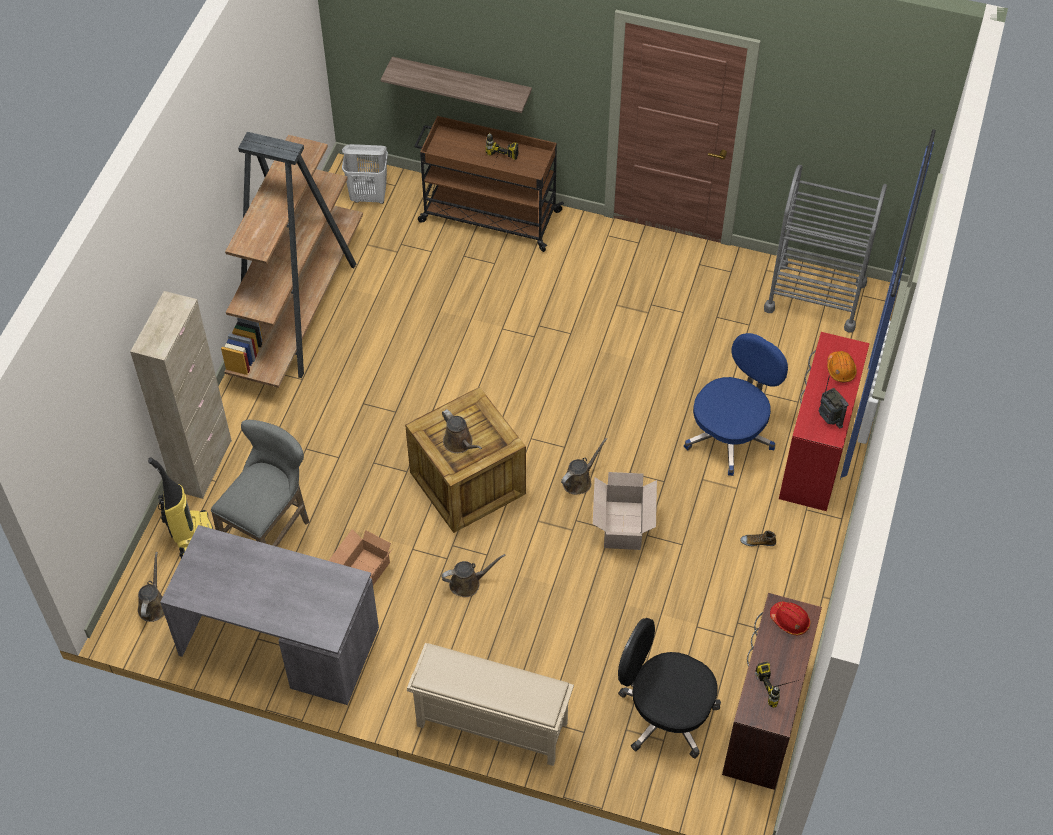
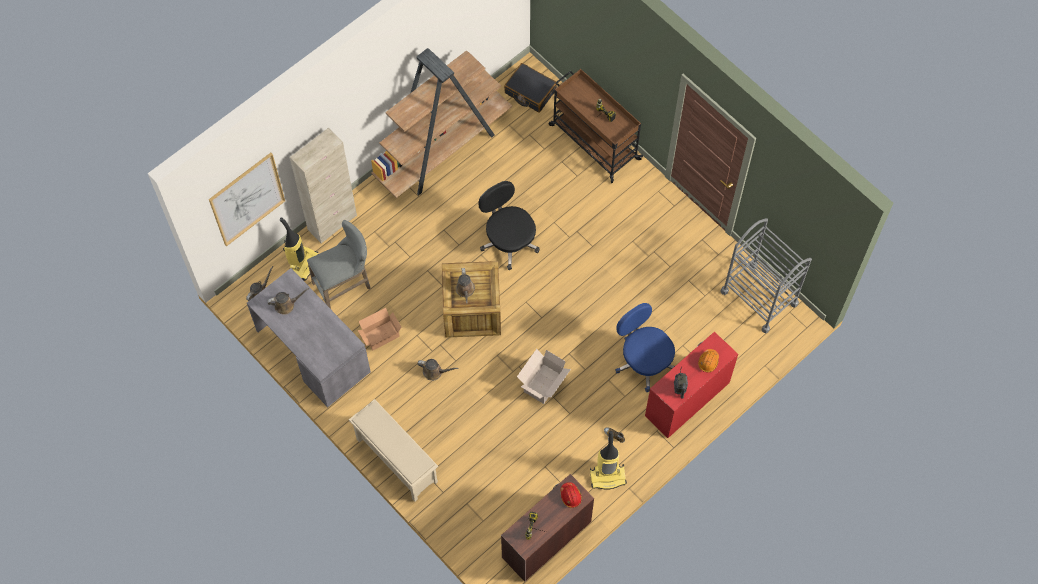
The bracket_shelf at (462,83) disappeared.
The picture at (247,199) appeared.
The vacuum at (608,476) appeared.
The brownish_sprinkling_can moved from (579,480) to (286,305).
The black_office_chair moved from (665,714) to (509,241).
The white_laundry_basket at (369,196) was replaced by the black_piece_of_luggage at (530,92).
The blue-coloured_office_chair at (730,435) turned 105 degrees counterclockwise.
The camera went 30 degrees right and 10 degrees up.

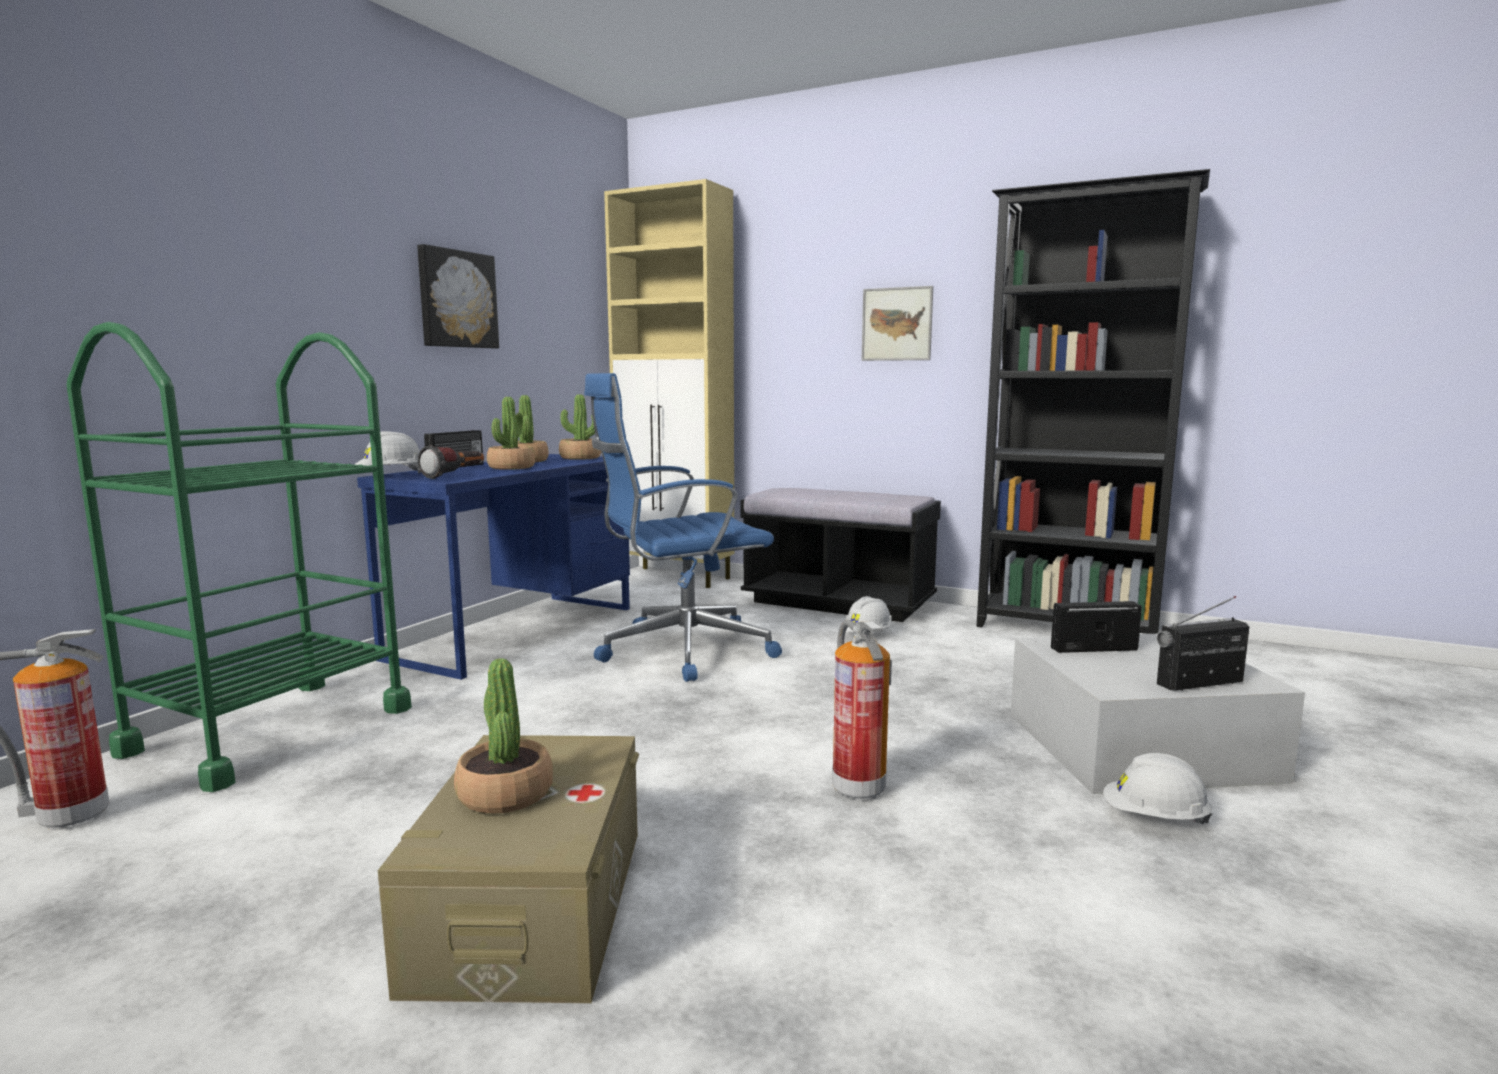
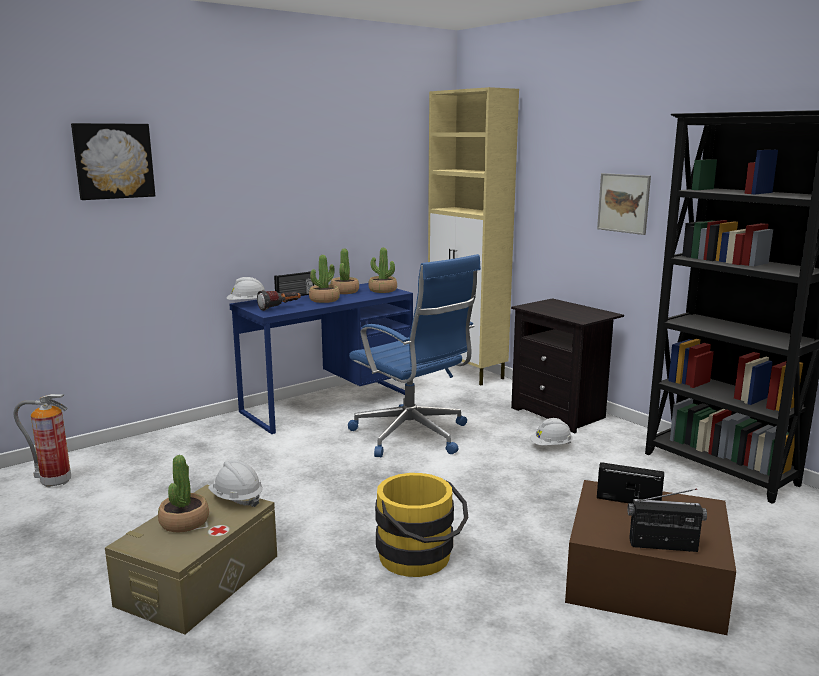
The green_trolley at (270,730) disappeared.
The picture moved from (456,299) to (113,161).
The white_safety_helmet moved from (1154,819) to (236,499).
The black_bench at (838,603) was replaced by the black_night_table at (561,413).
The fire-fighting_cylinder at (857,788) was replaced by the yellow-coloured_water_bucket at (420,559).
The white_storage_container at (1138,746) became the brownish_storage_container at (645,578).
The blue-coloured_office_chair at (681,650) turned 135 degrees counterclockwise.
The camera went 25 degrees right and 5 degrees up.

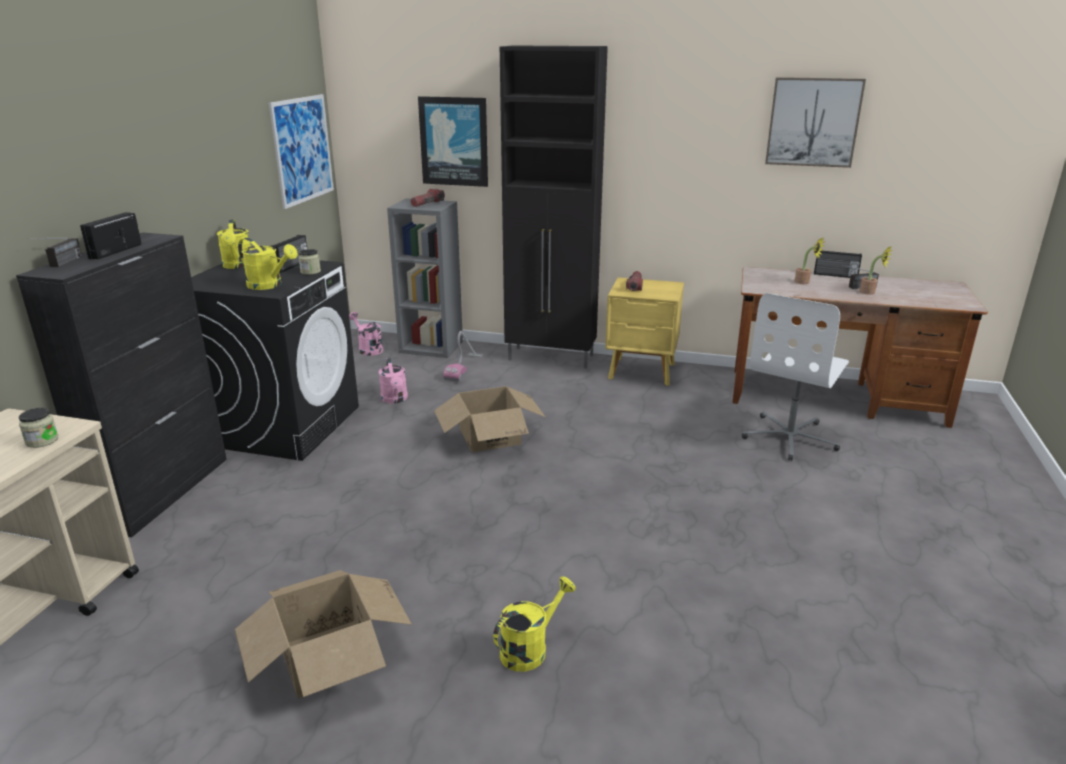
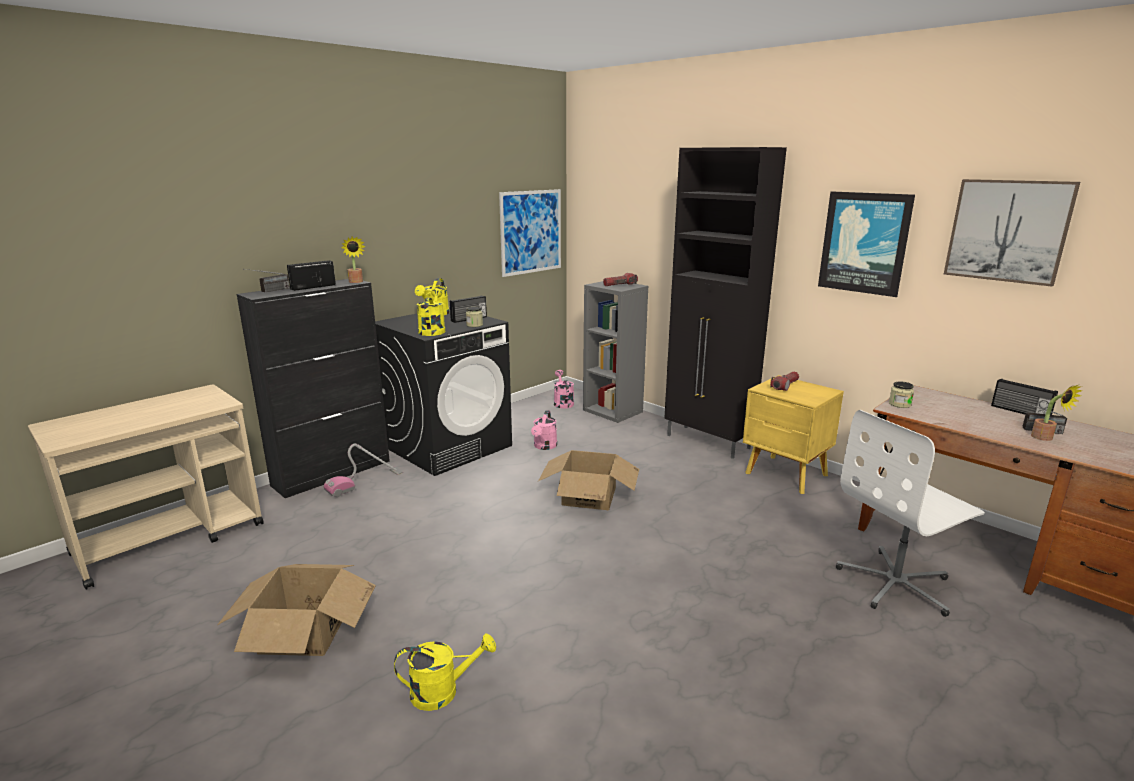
The jar moved from (42,441) to (899,404).
The picture moved from (454,141) to (864,243).
The vacuum moved from (464,368) to (365,482).
The houseplant moved from (804,282) to (356,282).
The yellow-coloured_sprinkling_can at (269,285) turned 150 degrees counterclockwise.
The camera went 30 degrees right and 5 degrees down.

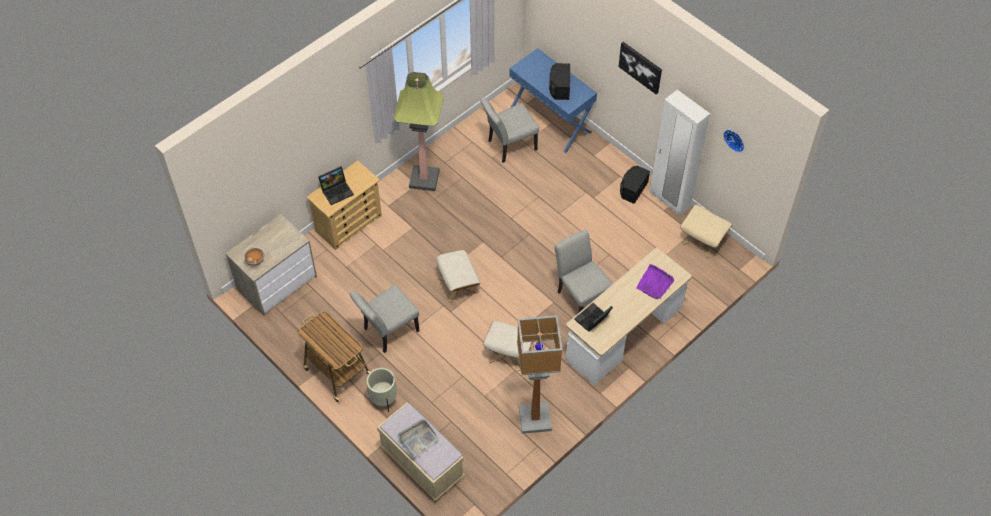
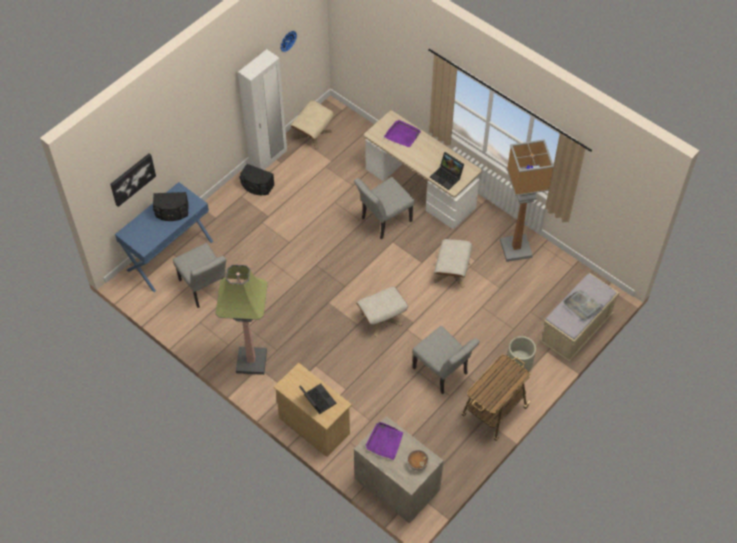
The purple_tray at (384,442) appeared.
The picture moved from (640,67) to (132,179).
The camera went 95 degrees left and 0 degrees up.

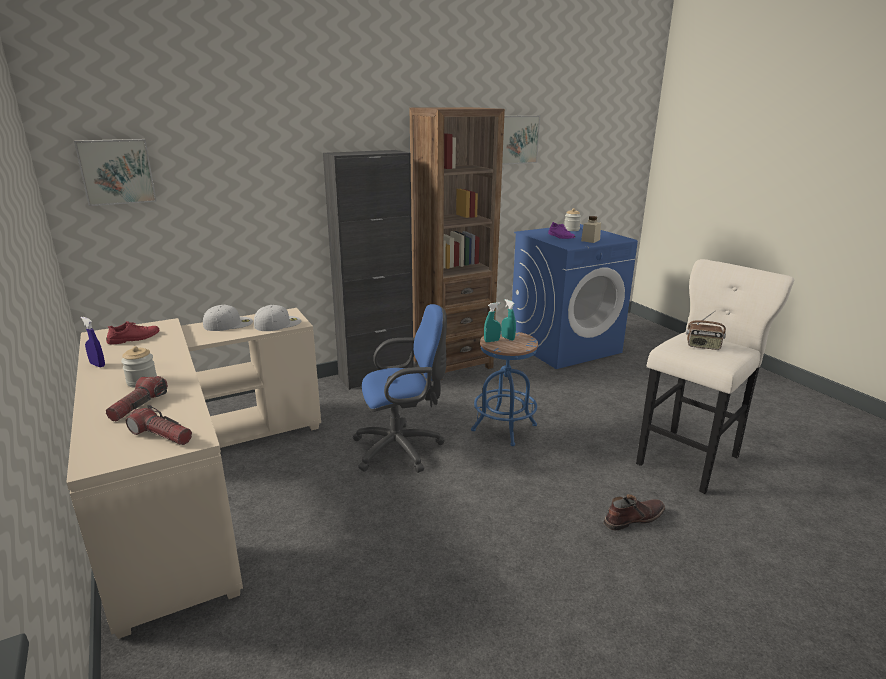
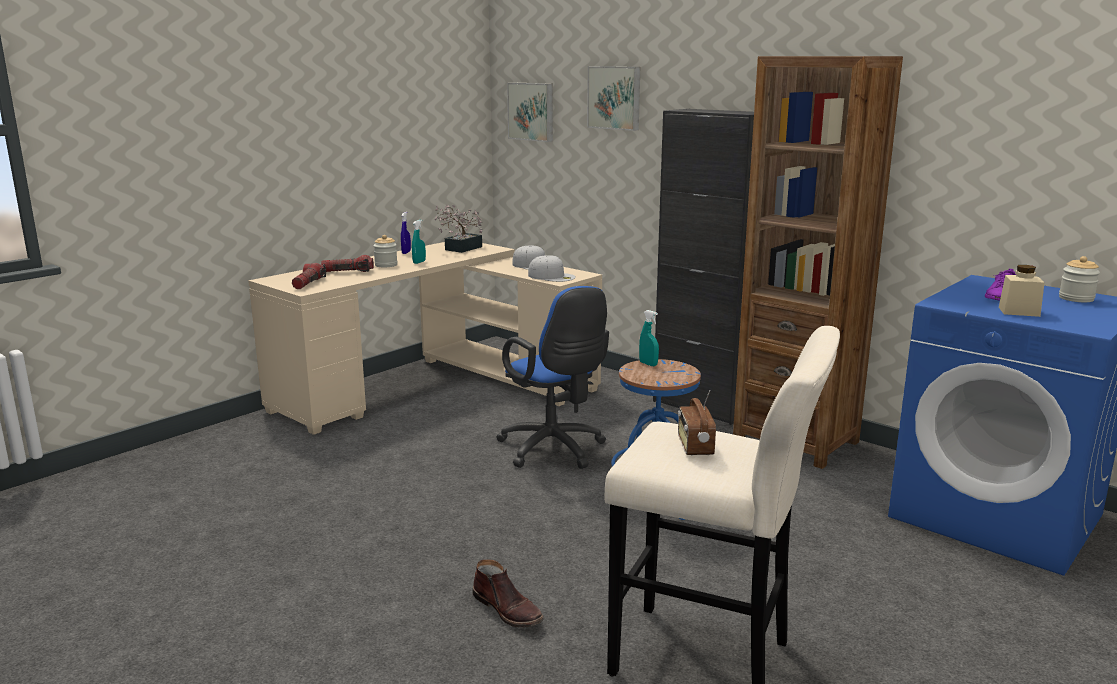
The blue-green_hand_sprayer moved from (507,338) to (419,262).
The picture moved from (516,139) to (615,97).
The red_shoe at (134,338) was replaced by the houseplant at (460,249).
The camera went 70 degrees right and 5 degrees down.

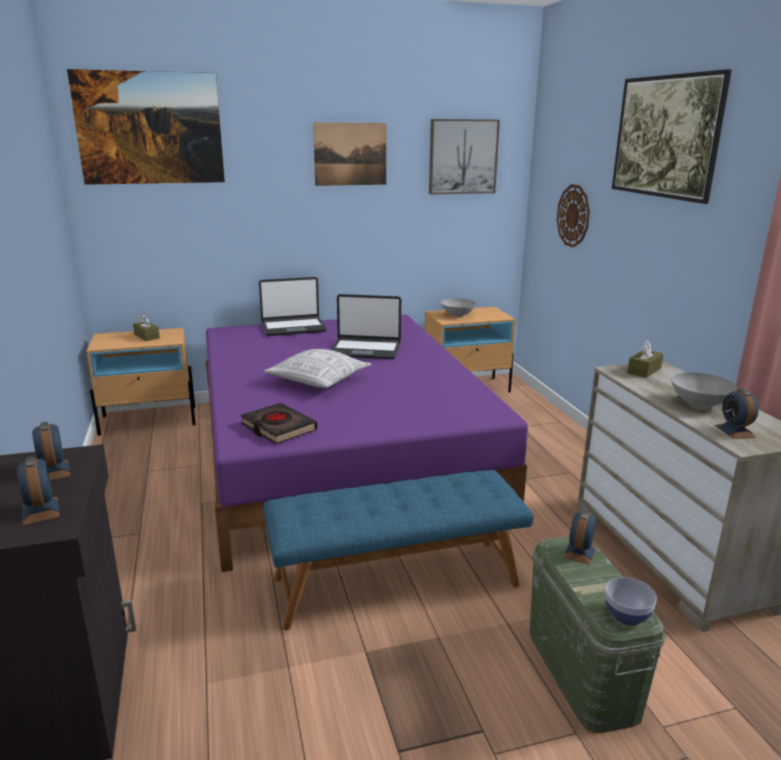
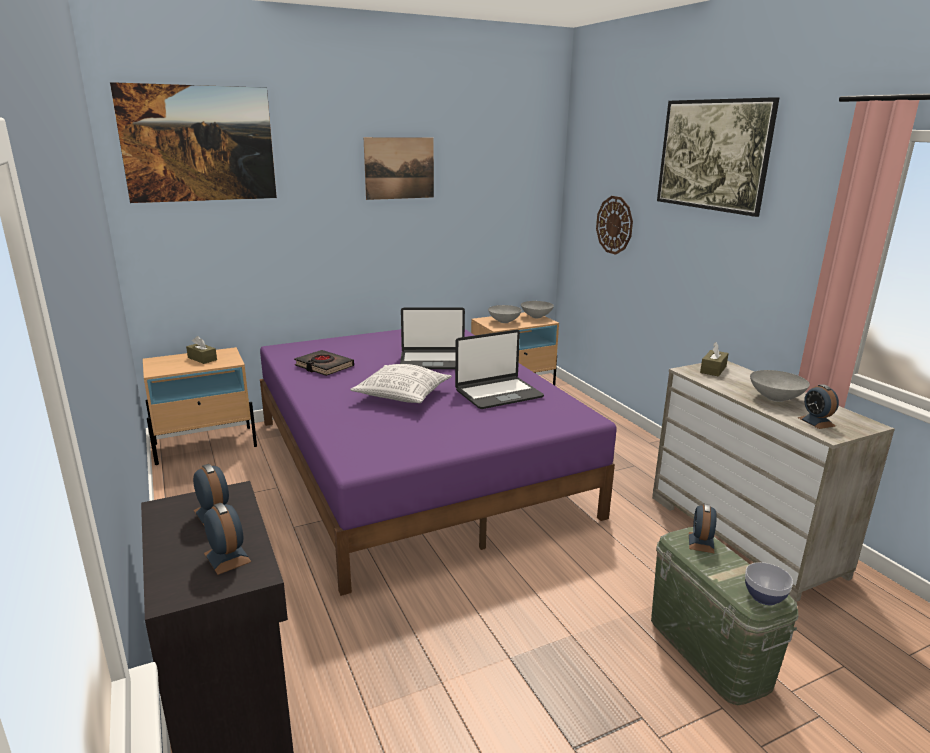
The blue-coloured_bench at (395,580) disappeared.
The picture at (463,157) disappeared.
The greyish_deep_dish at (536,316) appeared.
The black_bound_book moved from (278,428) to (324,366).
The portable_computer moved from (293,327) to (498,393).
The camera went 10 degrees left and 0 degrees up.

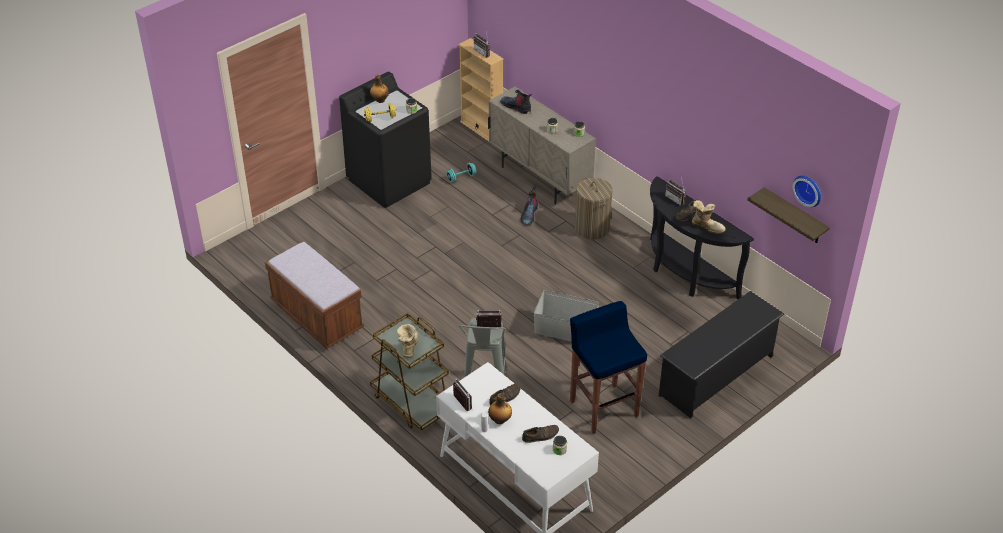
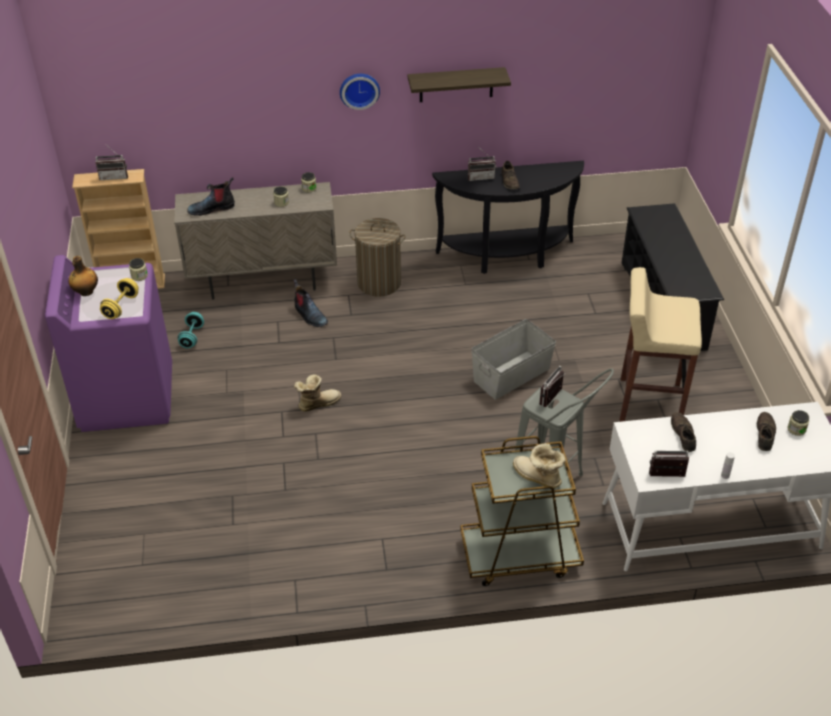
The brownish_bench at (317,317) disappeared.
The beverage_bottle at (500,420) disappeared.
The tall_boot moved from (707,226) to (317,403).
The bracket_shelf moved from (794,217) to (456,84).
The hanging_clock moved from (809,189) to (359,89).
The black_laundry_appliance at (389,181) became the purple_laundry_appliance at (126,397).
The blue-coloured_stool_seat at (603,407) became the beige_stool_seat at (648,402).
The camera went 55 degrees left and 0 degrees up.

